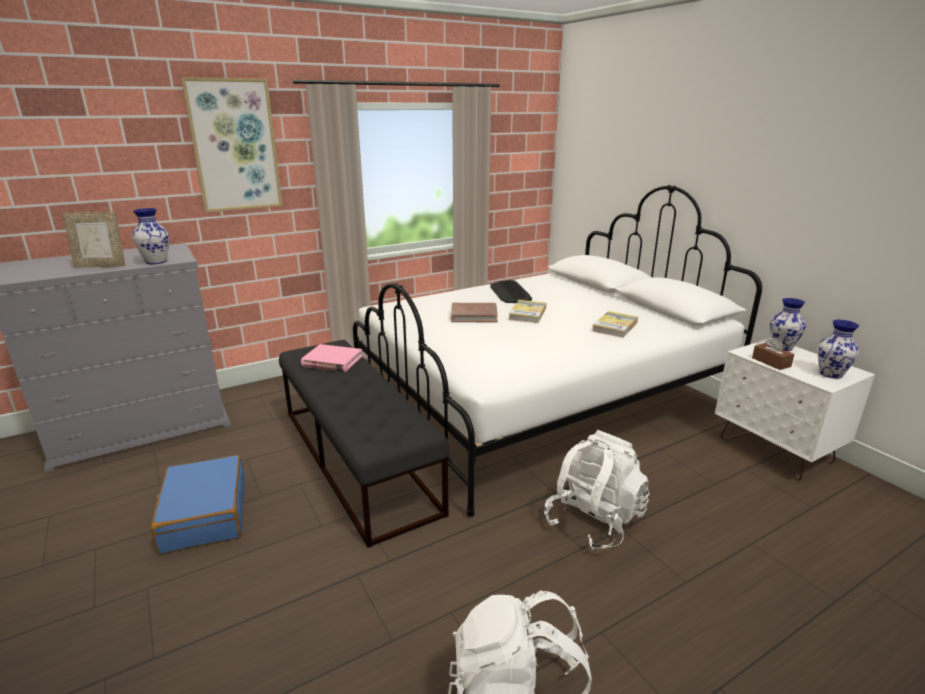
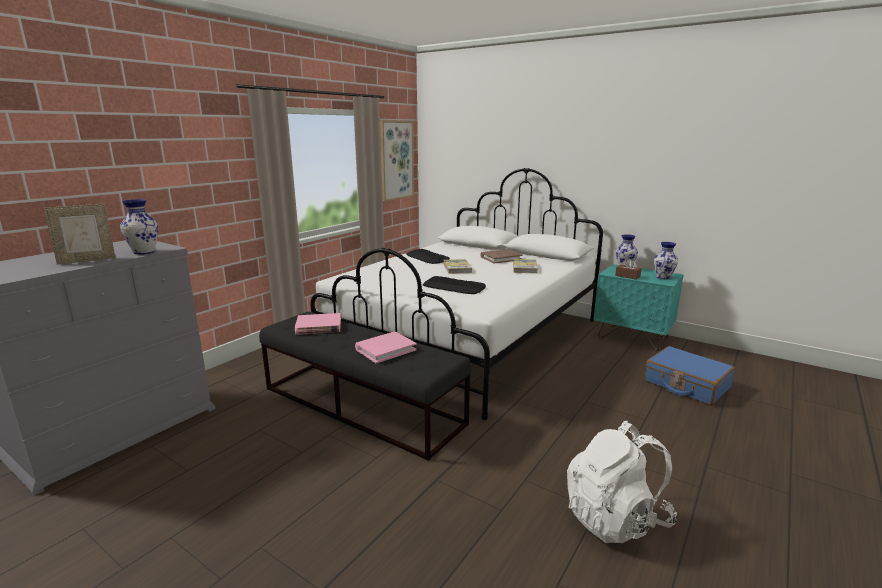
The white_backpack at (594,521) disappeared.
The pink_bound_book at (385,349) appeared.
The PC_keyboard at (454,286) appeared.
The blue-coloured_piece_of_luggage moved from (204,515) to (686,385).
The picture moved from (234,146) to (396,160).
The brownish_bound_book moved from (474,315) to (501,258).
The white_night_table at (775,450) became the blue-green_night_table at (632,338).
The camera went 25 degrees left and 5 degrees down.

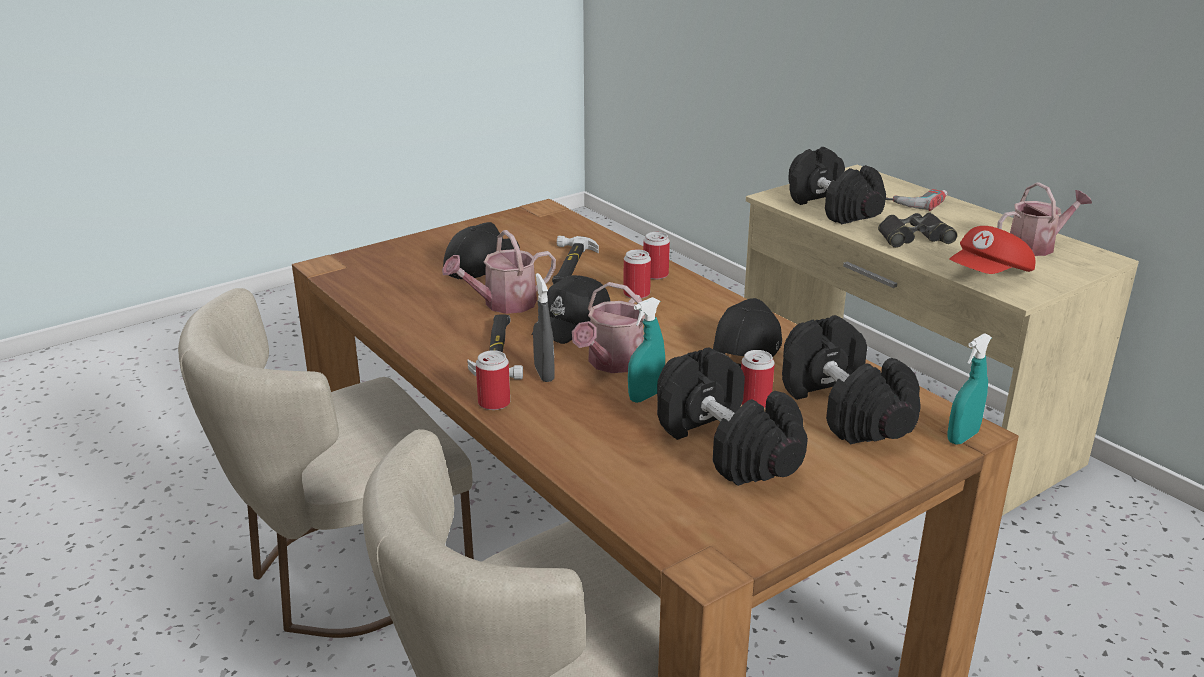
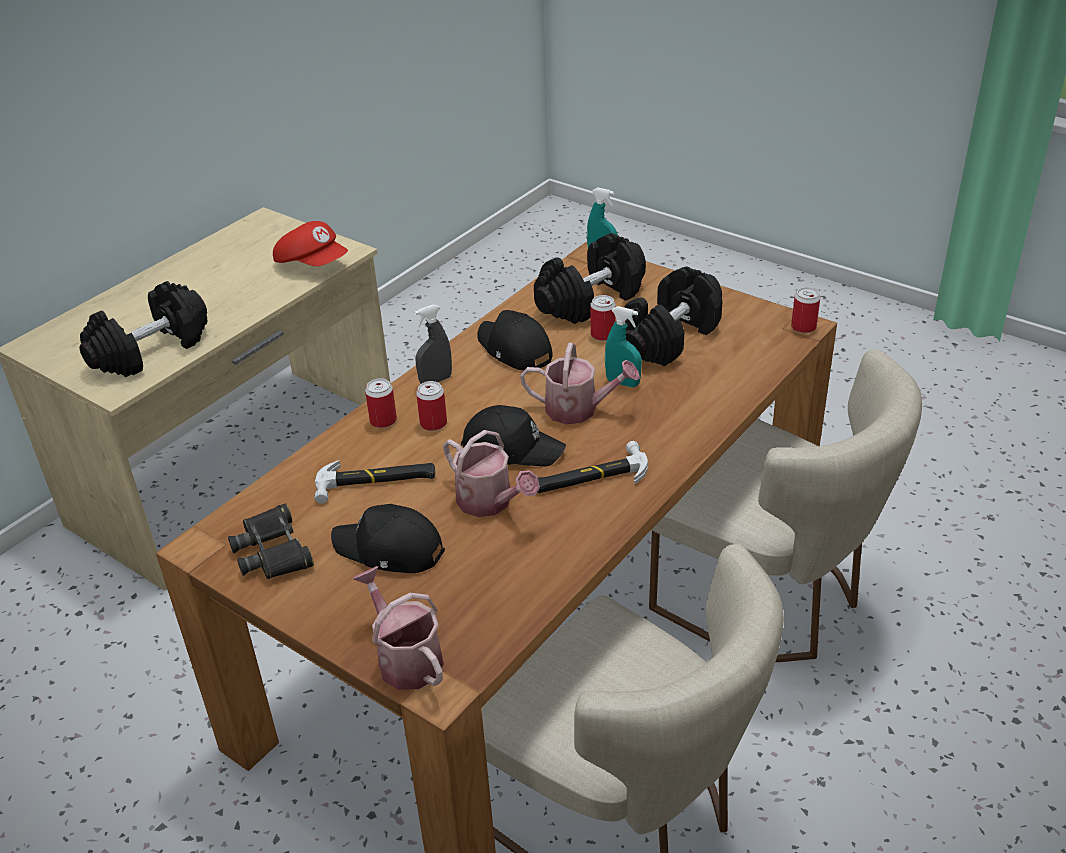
The electric_drill at (911,201) disappeared.
The metal_can moved from (494,403) to (803,327).
The greyish_hand_sprayer moved from (544,373) to (435,380).
The black_pair_of_binoculars moved from (913,237) to (273,551).
The sprinkling_can moved from (1036,246) to (405,658).
The black_baseball_cap at (746,346) turned 45 degrees clockwise.
The camera went 105 degrees left and 10 degrees up.

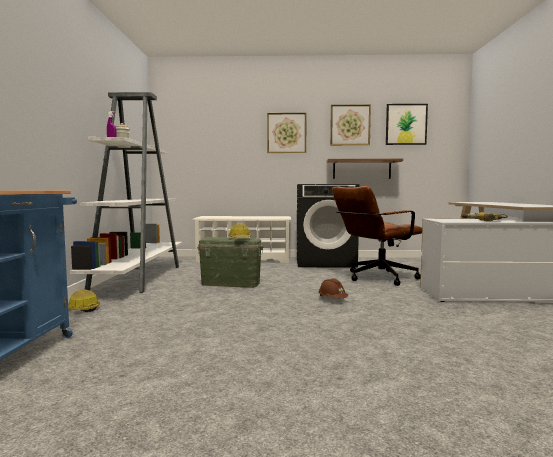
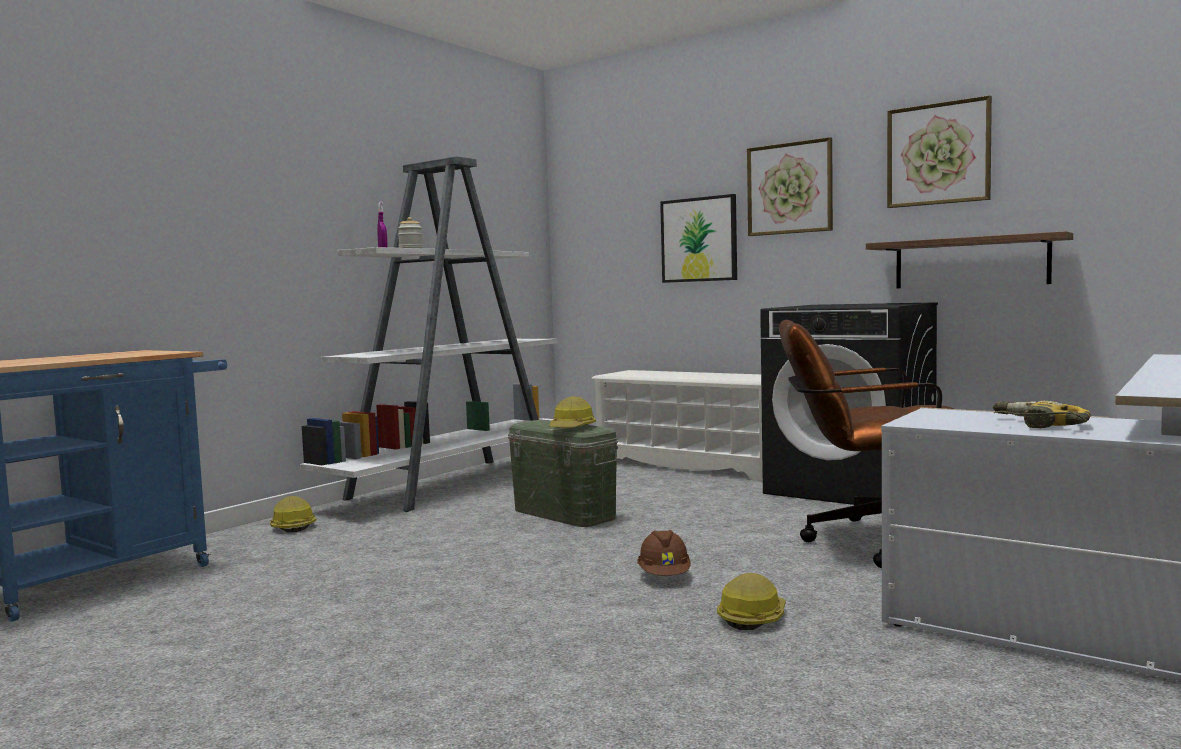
The safety_helmet at (752,617) appeared.
The picture moved from (406,124) to (699,239).
The camera went 35 degrees right and 0 degrees up.

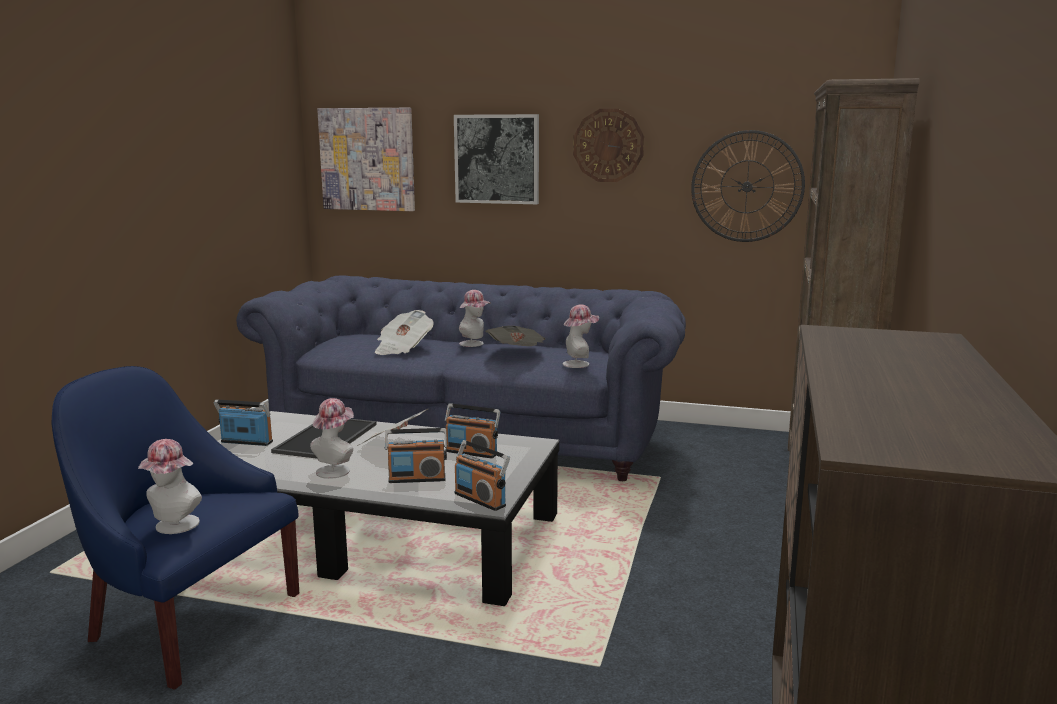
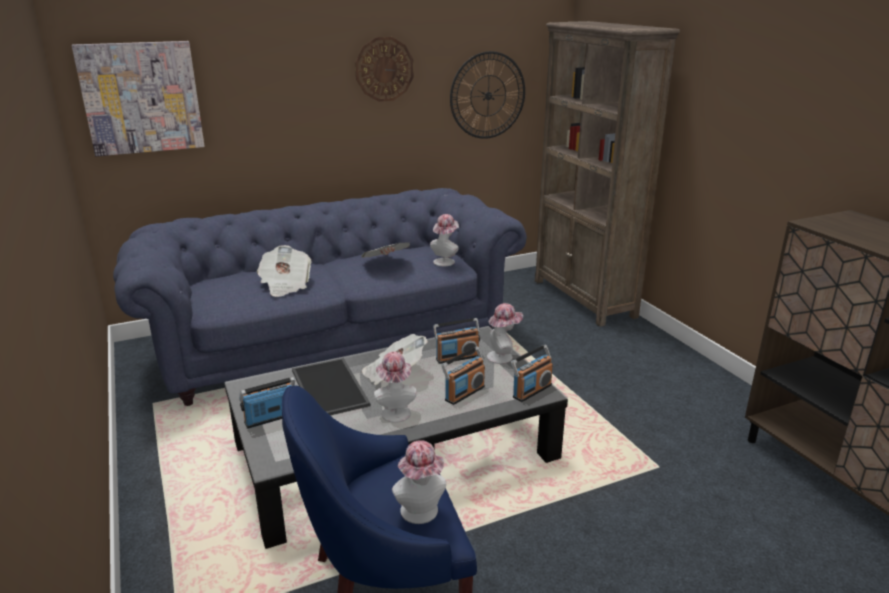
The picture at (497,159) disappeared.
The hat moved from (474,344) to (503,356).
The radio at (480,499) turned 45 degrees counterclockwise.
The camera went 40 degrees left and 10 degrees up.

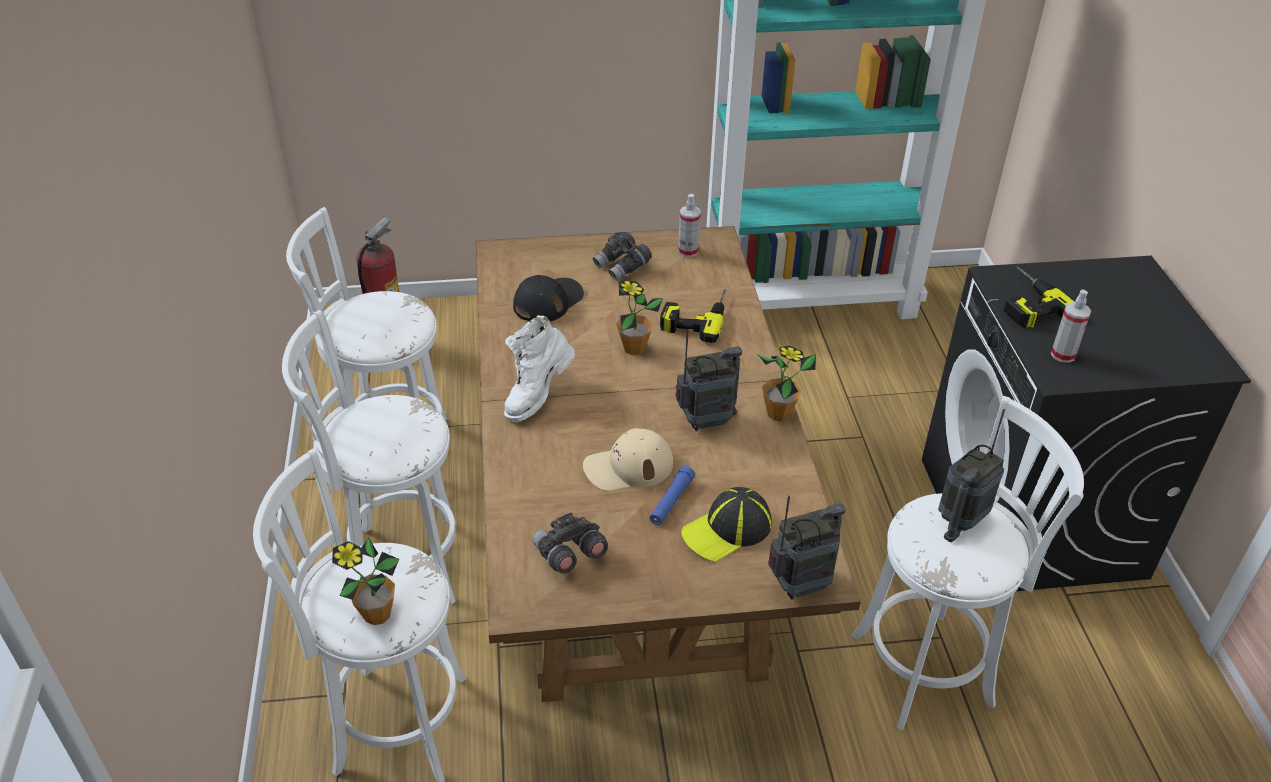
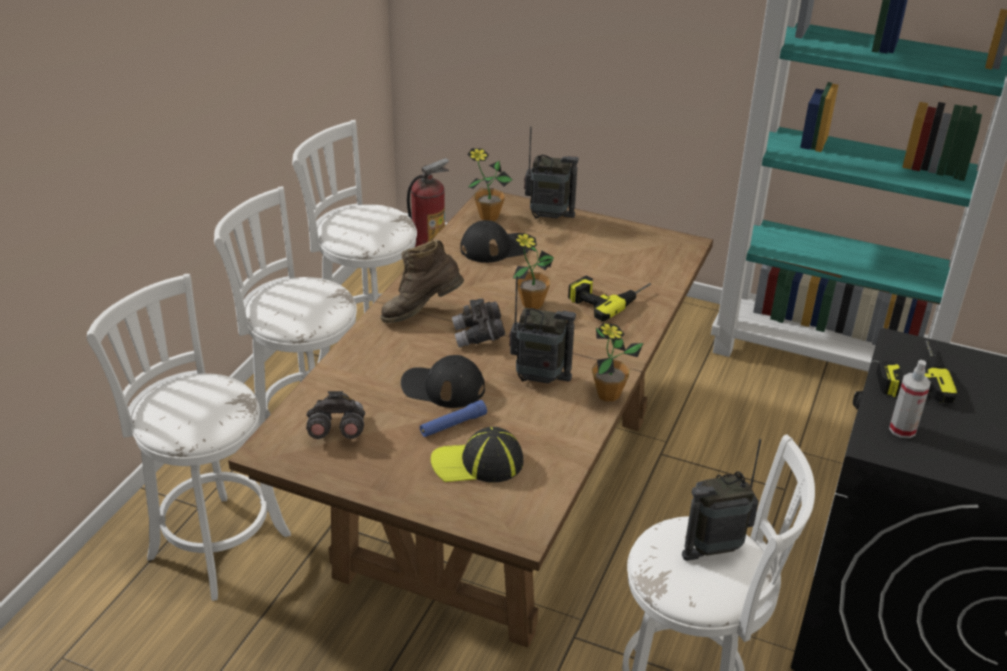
The hand_sprayer at (688,251) disappeared.
The houseplant moved from (377,614) to (489,217).
The greyish_pair_of_binoculars moved from (622,267) to (478,336).
The radio moved from (801,586) to (548,217).
The white_tall_boot at (537,396) became the brownish_tall_boot at (421,312).
The beige_baseball_cap at (628,467) became the black_baseball_cap at (442,387).
The camera went 30 degrees right and 5 degrees down.

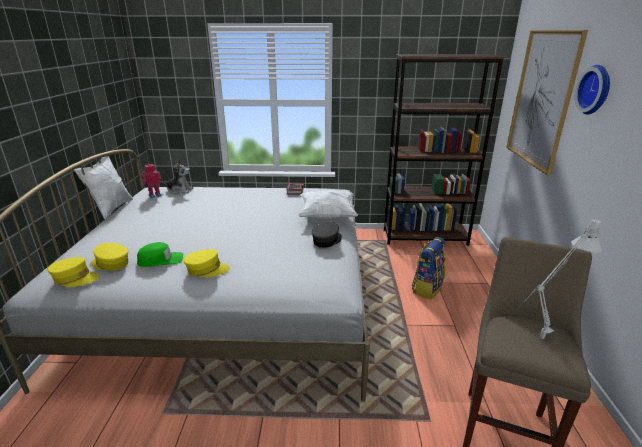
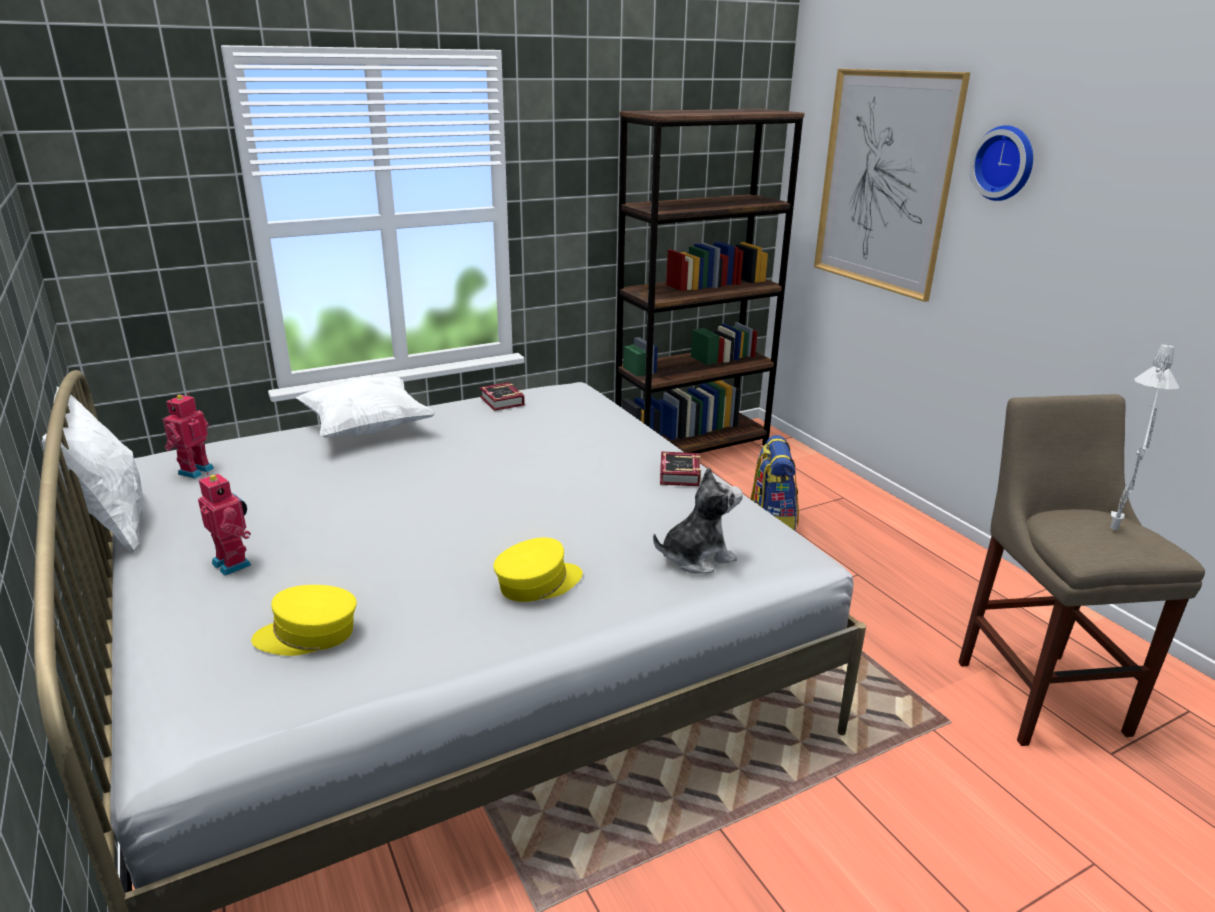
The yellow-coloured_baseball_cap at (75,278) disappeared.
The green_baseball_cap at (161,260) disappeared.
The robot_figure at (234,563) appeared.
The plush_toy moved from (180,190) to (696,557).
The white_throw_pillow moved from (327,216) to (367,429).
The greyish_baseball_cap at (327,240) was replaced by the bound_book at (678,475).
The camera went 30 degrees left and 0 degrees up.

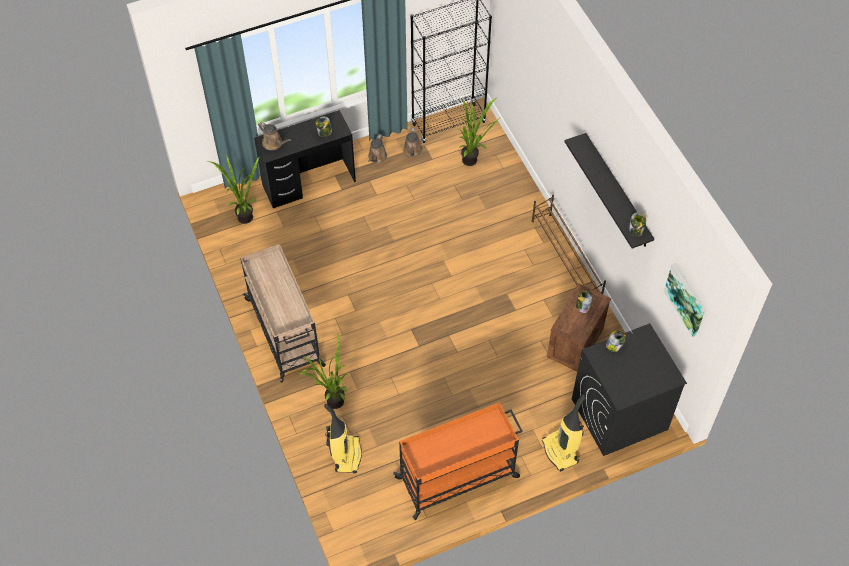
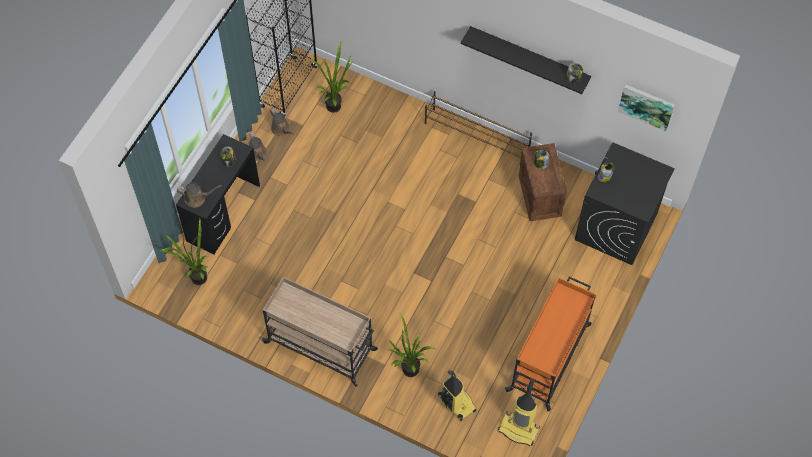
The vacuum moved from (561,451) to (519,429).
The camera went 40 degrees left and 5 degrees up.

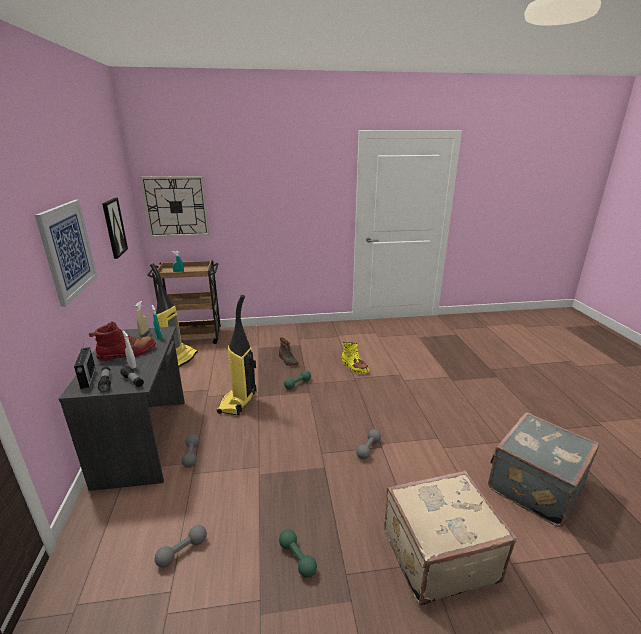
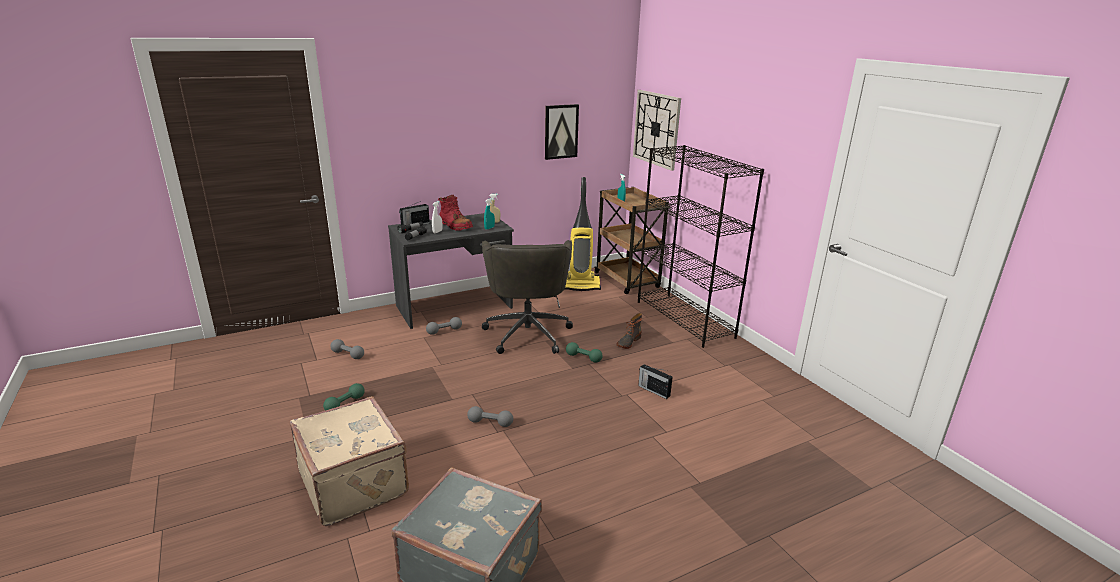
The picture at (68,250) disappeared.
The black_bookshelf at (685,319) appeared.
The vacuum at (238,402) was replaced by the greyish_office_chair at (527,333).
The yellow-coloured_tall_boot at (354,367) was replaced by the radio at (653,390).
The camera went 70 degrees right and 0 degrees up.

